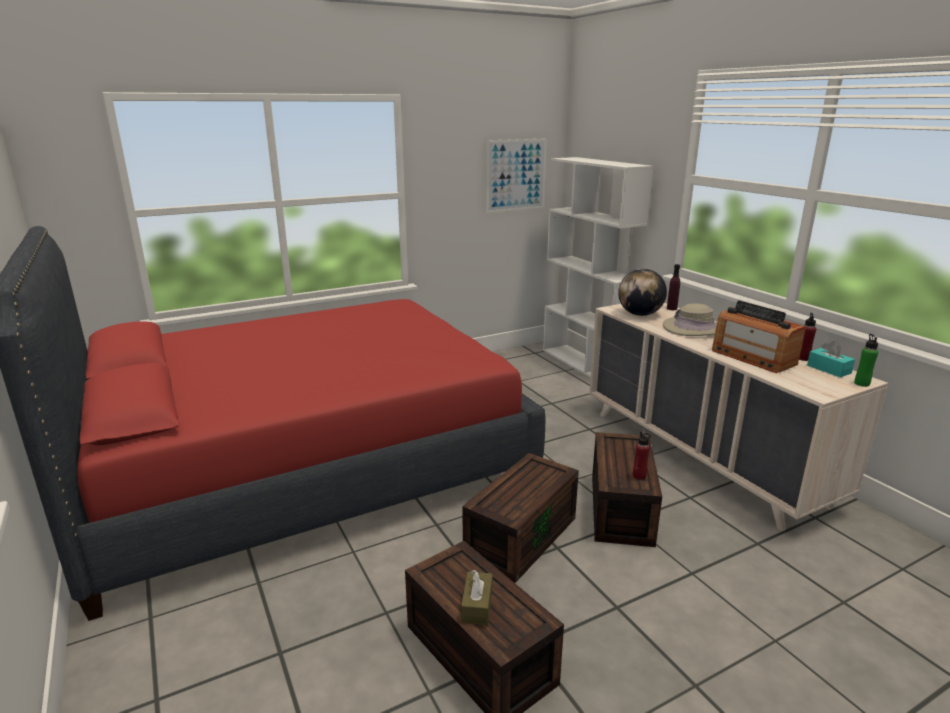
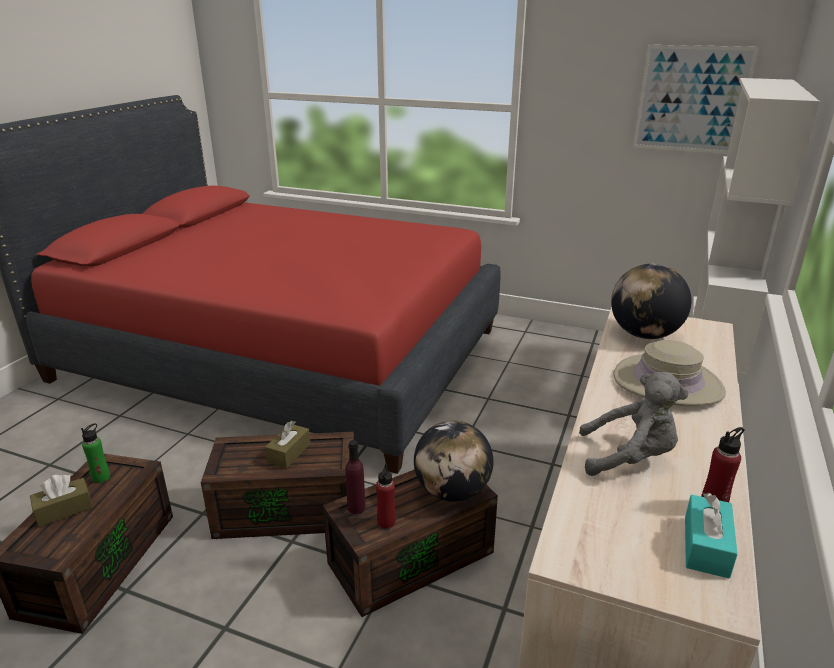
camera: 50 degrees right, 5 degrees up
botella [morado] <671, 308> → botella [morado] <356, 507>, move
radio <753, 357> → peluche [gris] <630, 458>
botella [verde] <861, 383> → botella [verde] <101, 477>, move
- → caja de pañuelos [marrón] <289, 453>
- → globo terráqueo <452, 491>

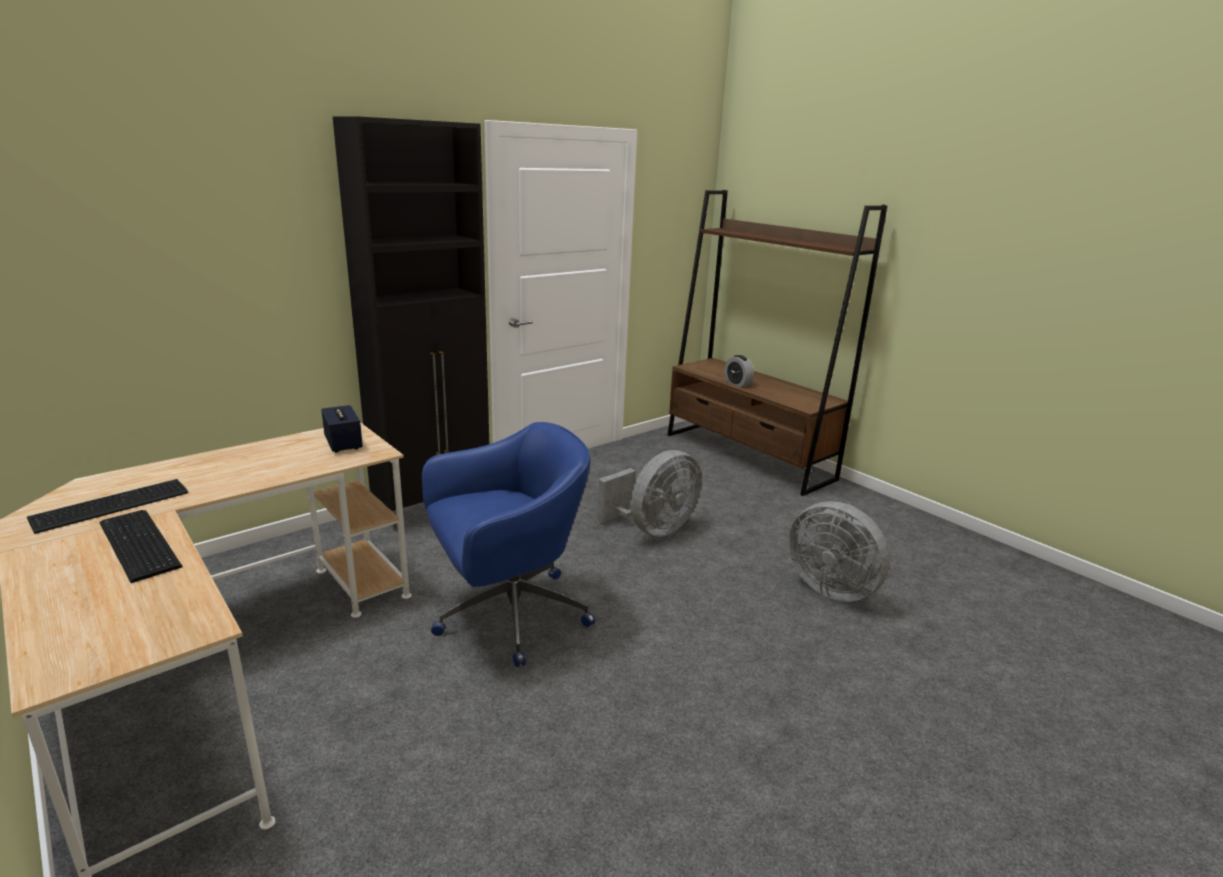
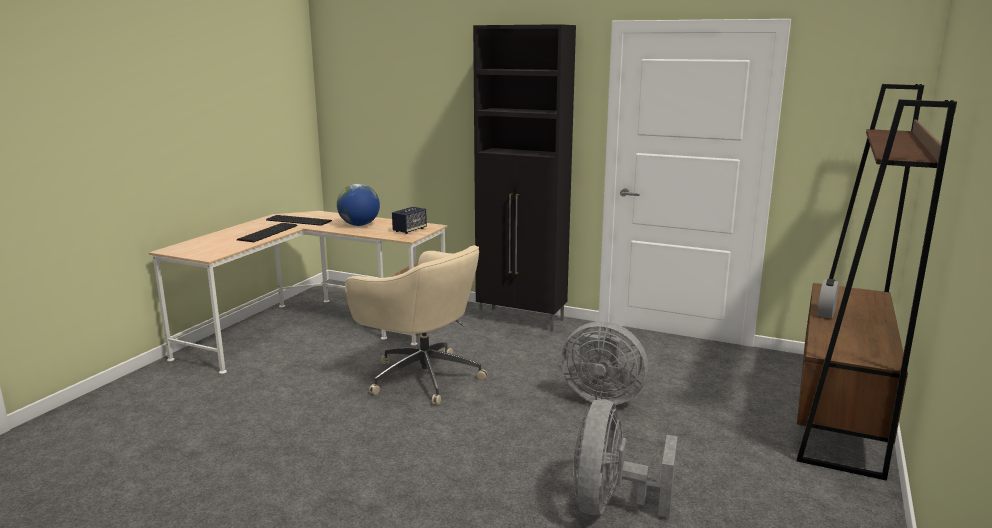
camera: 65 degrees right, 5 degrees down
silla de oficina [azul] <508, 615> → silla de oficina [beis] <422, 376>
- → globo terráqueo <359, 225>

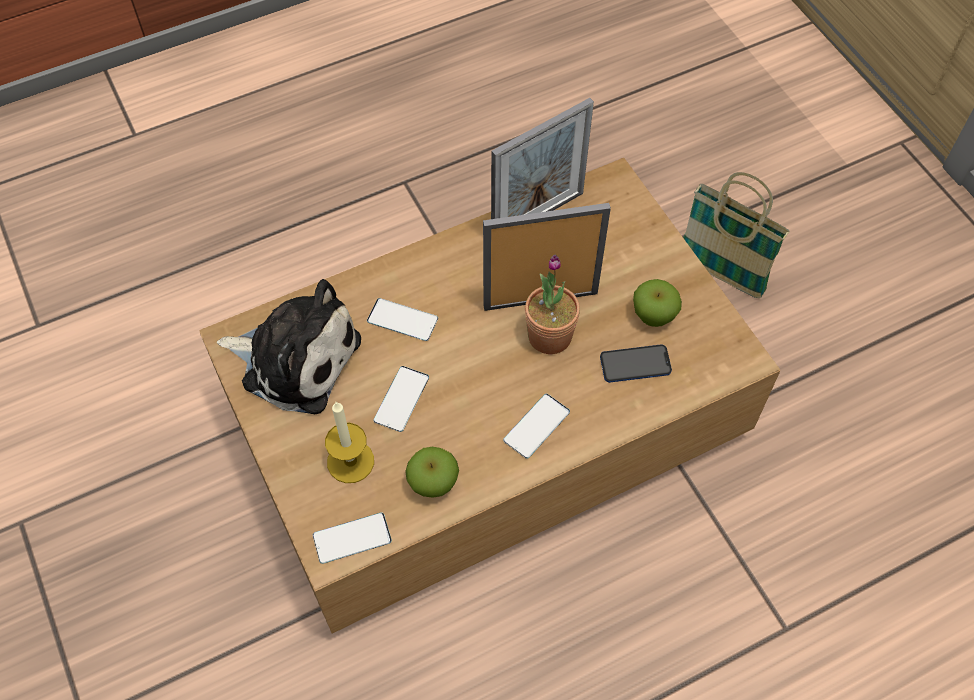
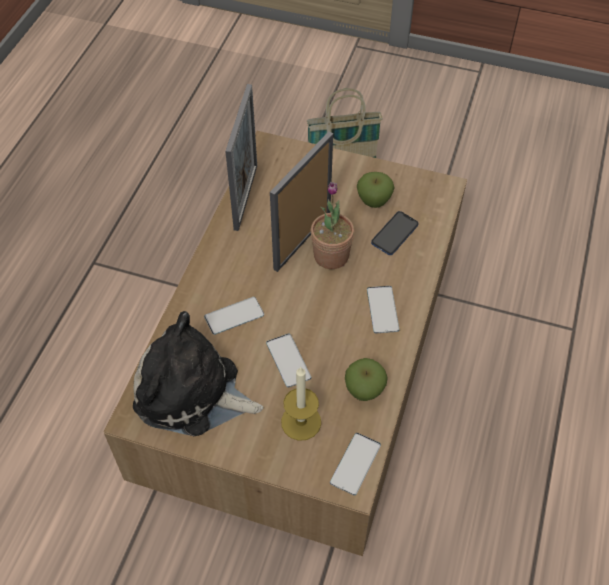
camera: 45 degrees left, 5 degrees down
peluche <295, 358> → peluche <192, 393>, 135 degrees counterclockwise

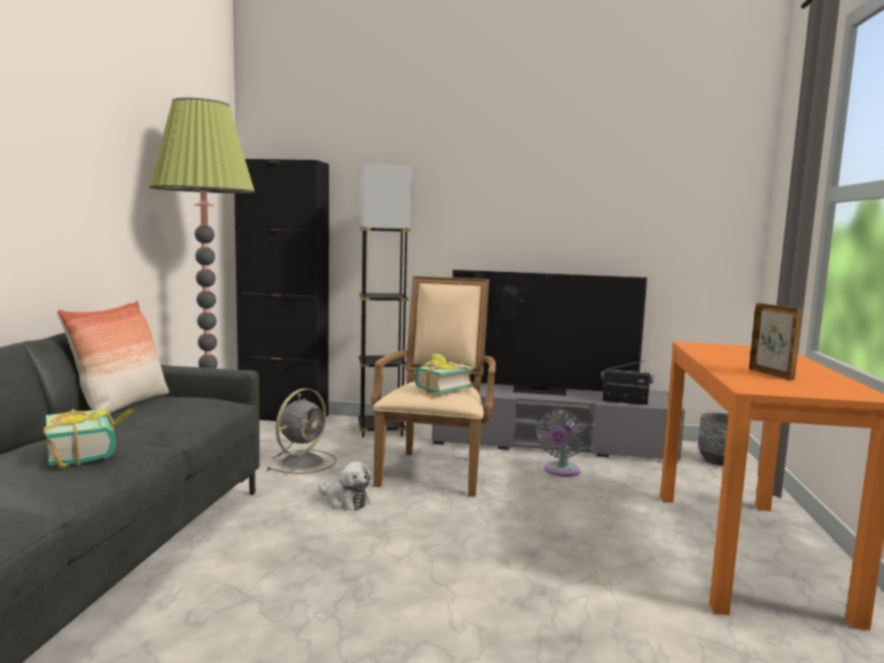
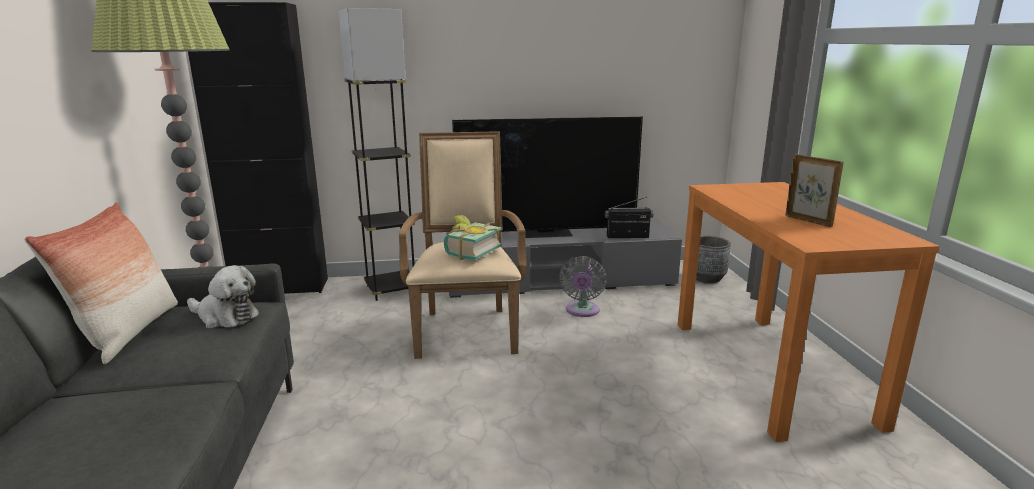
camera: 15 degrees left, 10 degrees up
ventilador [gris] <303, 462> → -
libro <91, 453> → -
peluche <345, 501> → peluche <225, 316>, move

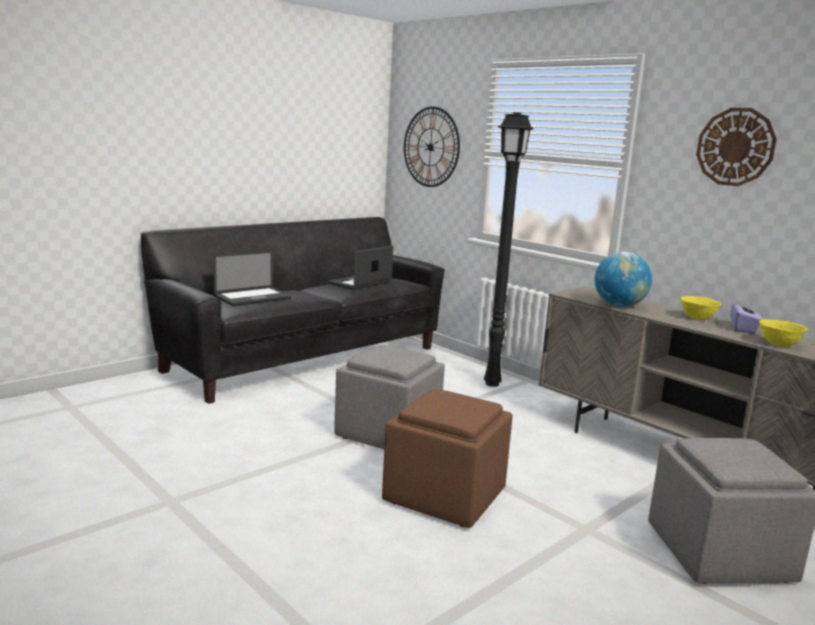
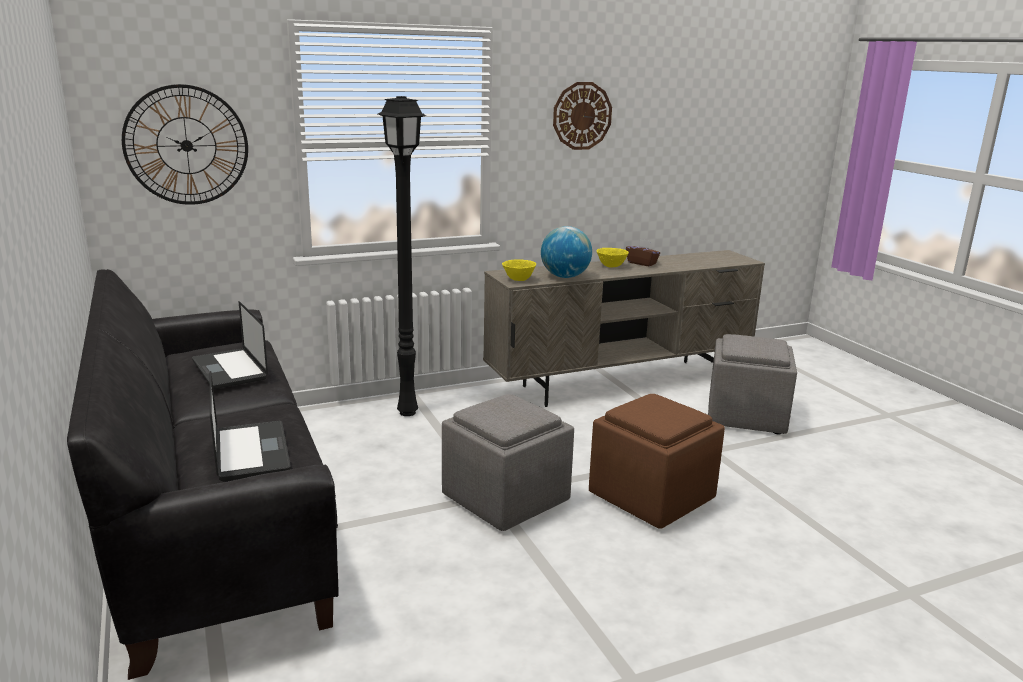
camera: 70 degrees left, 5 degrees up
caja de pañuelos [morado] <743, 329> → caja de pañuelos [marrón] <642, 263>
cuenco [amarillo] <778, 345> → cuenco [amarillo] <518, 280>, move

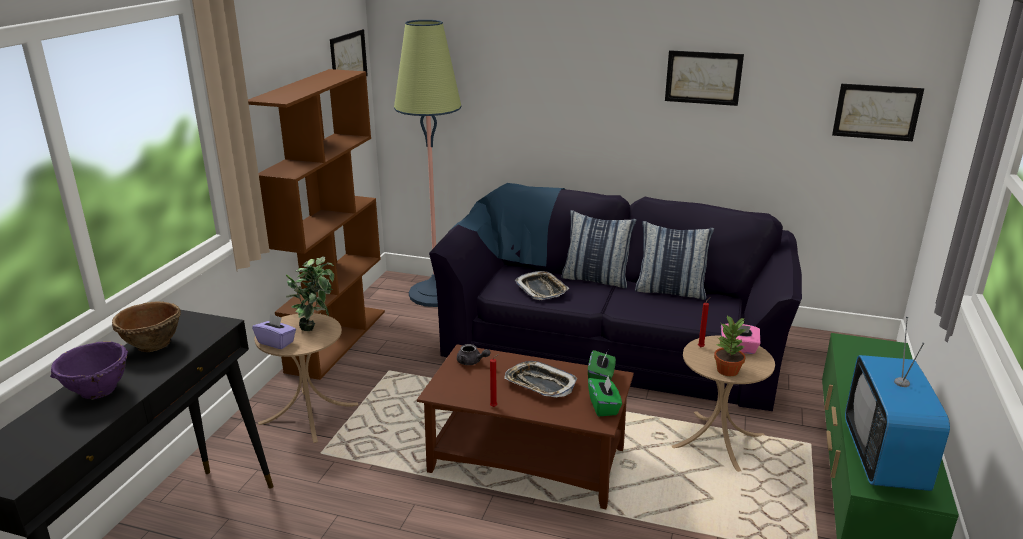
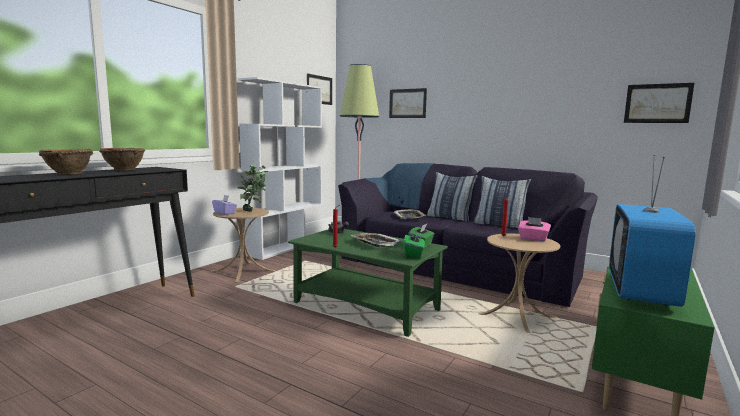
camera: 15 degrees right, 15 degrees down
cuadro <703, 77> → cuadro <407, 103>, move
estantería [marrón] <337, 340> → estantería [blanco] <285, 247>
planta en maceta <728, 371> → -
cuenco [morado] <97, 391> → cuenco [marrón] <68, 174>
mesa de centro [marrón] <529, 460> → mesa de centro [verde] <367, 307>

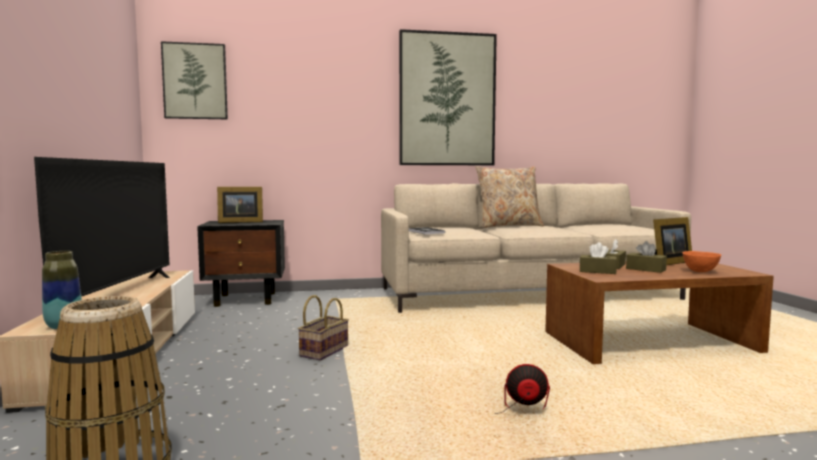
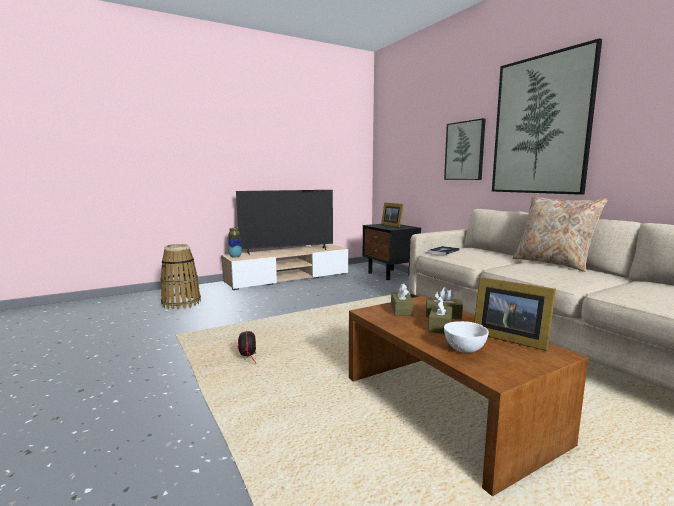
camera: 70 degrees right, 5 degrees up
cuadro <195, 81> → cuadro <464, 151>, move
cuenco [naranja] <701, 271> → cuenco [blanco] <464, 350>
cesta <324, 350> → -

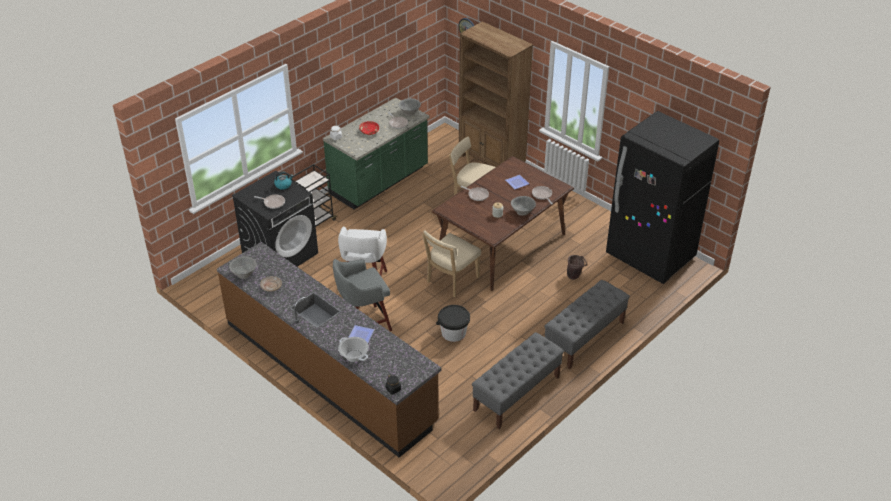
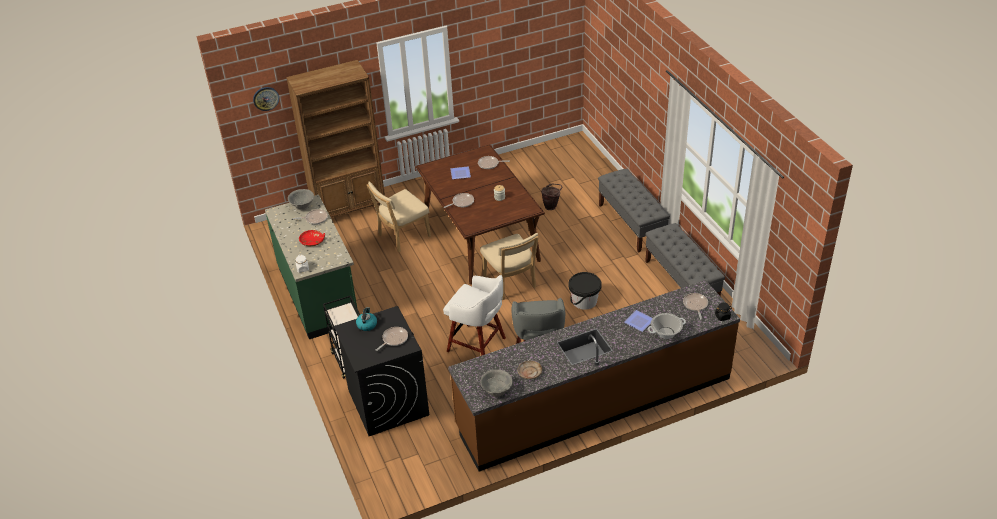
camera: 65 degrees left, 0 degrees up
nevera [negro] <650, 257> → -
cuenco [gris] <522, 212> → -
- → sartén <695, 305>

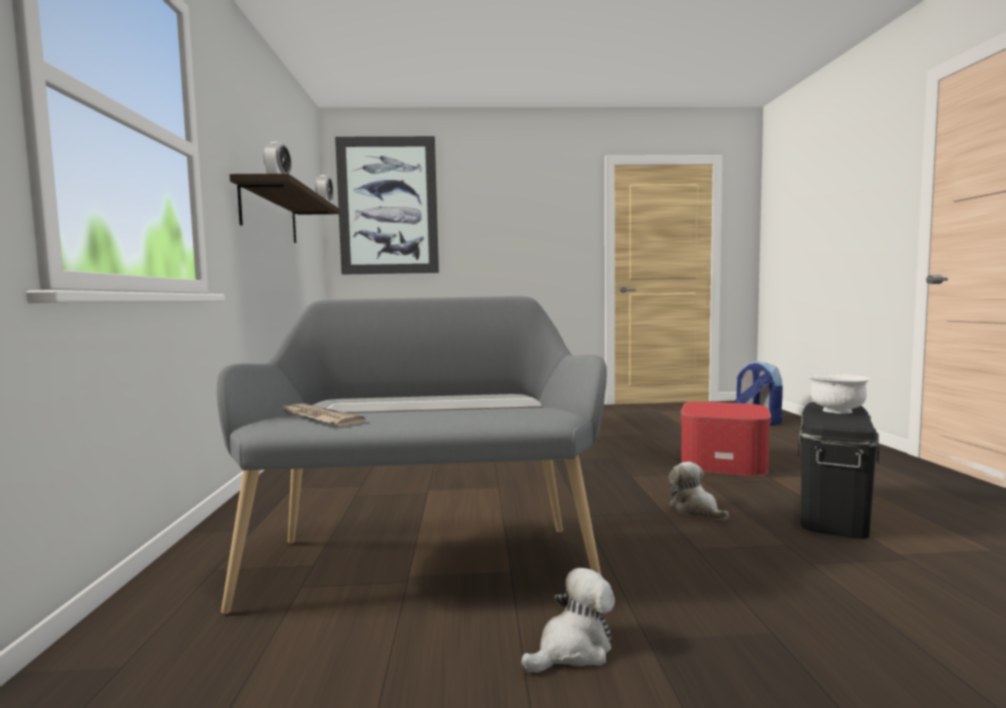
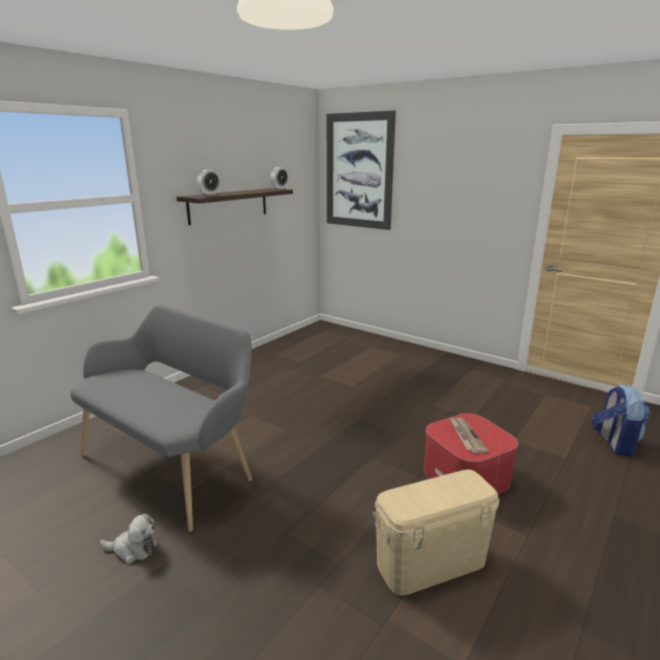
camera: 40 degrees right, 15 degrees up
cuenco [blanco] <837, 411> → -
caja de almacenaje [negro] <833, 512> → caja de almacenaje [beis] <431, 563>
periódico <318, 418> → periódico <466, 436>, move
peluche <696, 510> → -

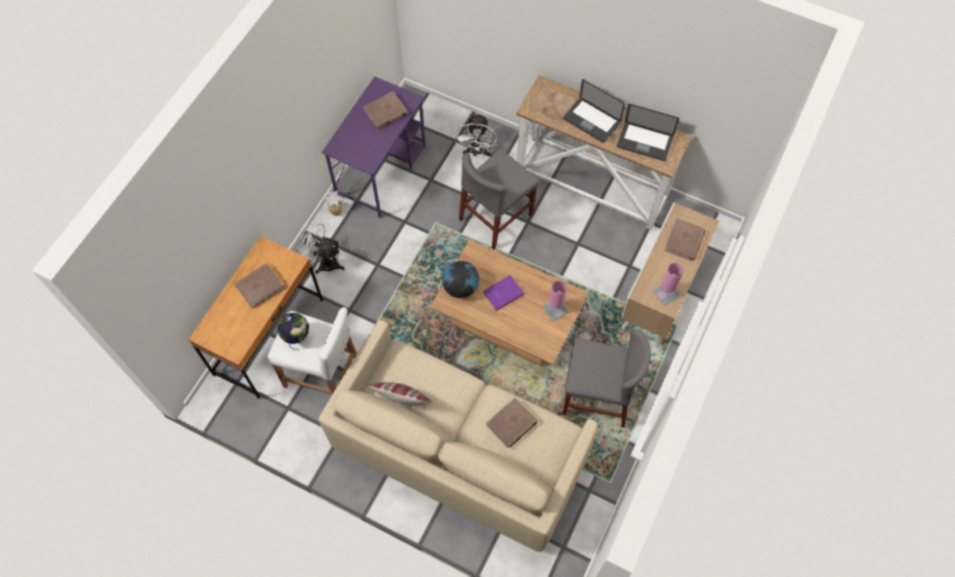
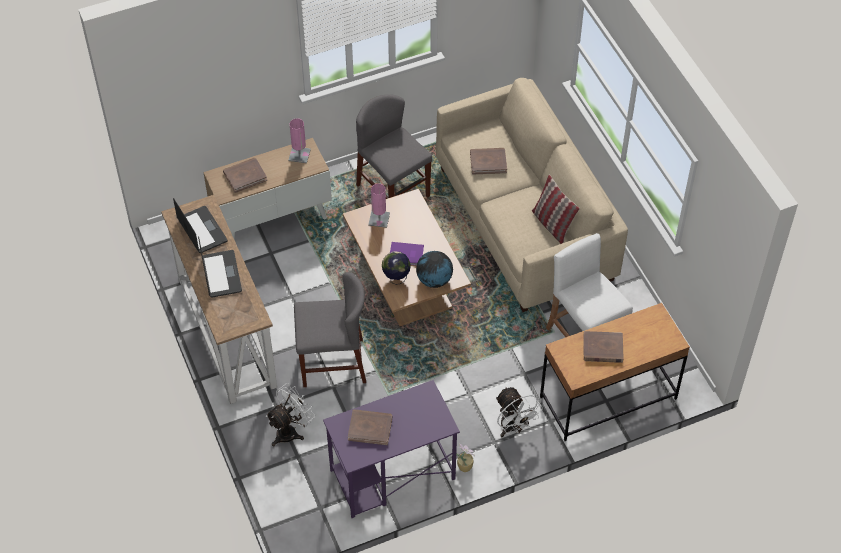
camera: 140 degrees left, 10 degrees down
globo terráqueo <297, 337> → globo terráqueo <396, 279>, move

